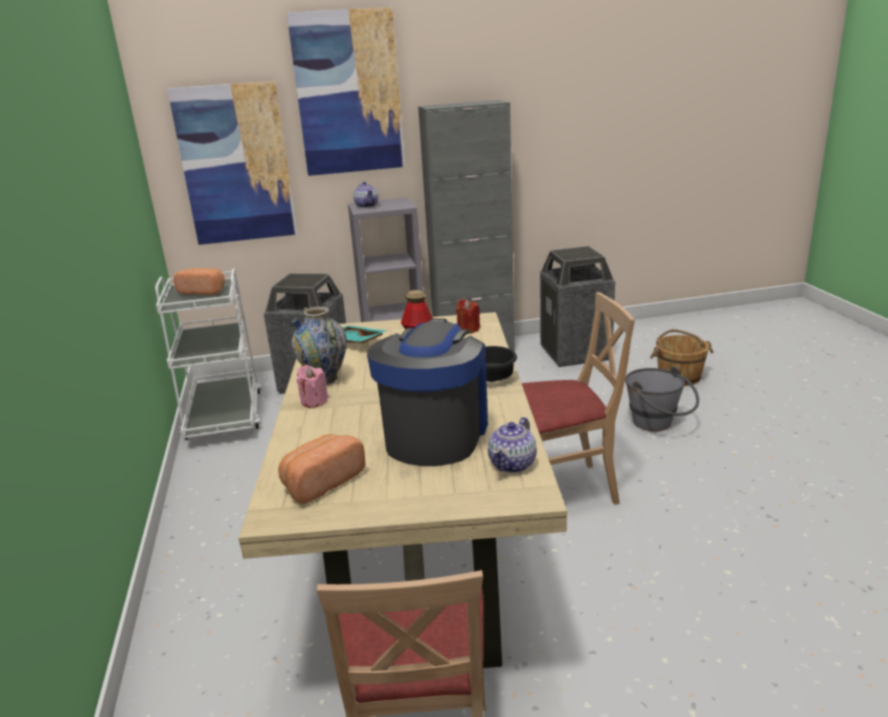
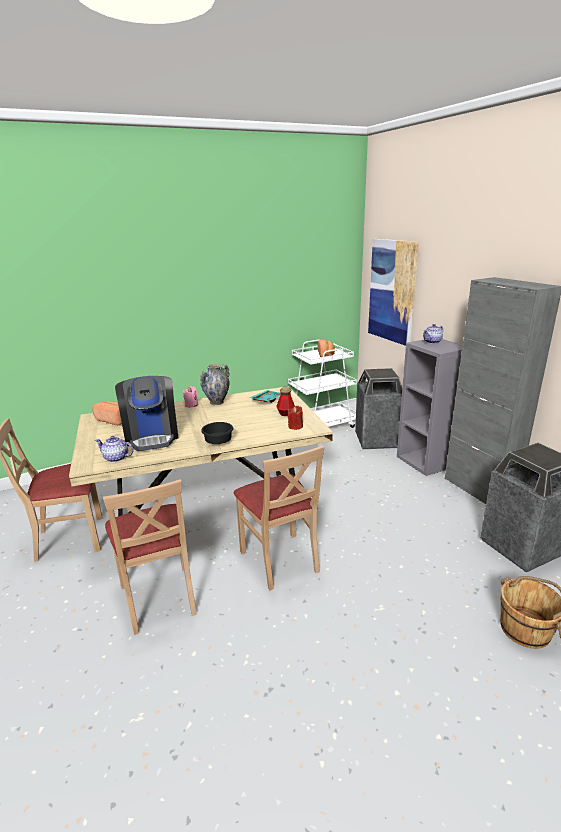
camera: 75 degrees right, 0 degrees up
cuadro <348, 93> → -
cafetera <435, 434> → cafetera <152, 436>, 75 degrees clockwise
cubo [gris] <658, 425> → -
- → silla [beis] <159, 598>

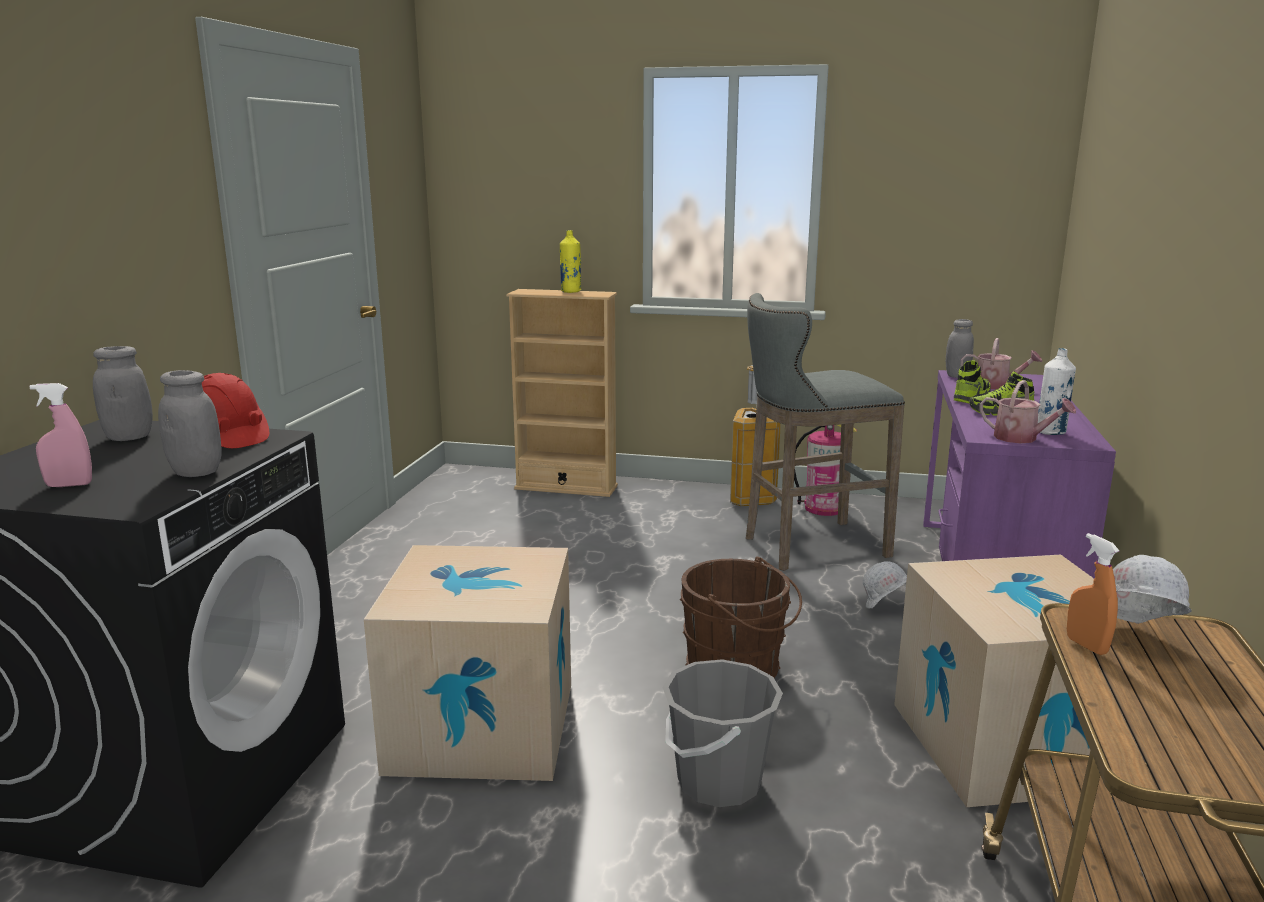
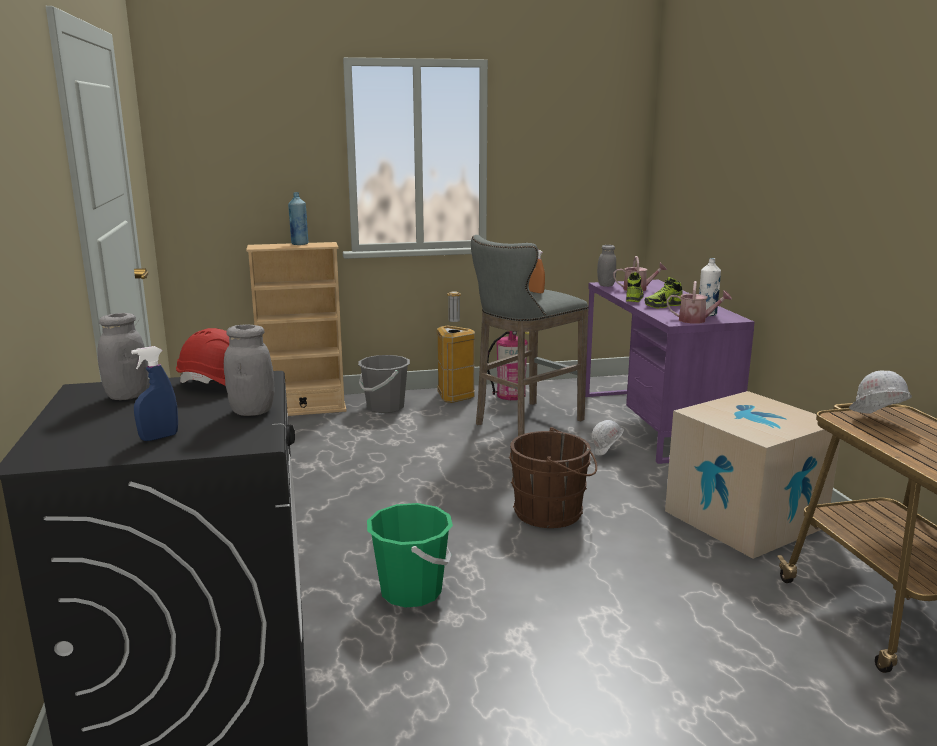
camera: 25 degrees left, 0 degrees up
botella [amarillo] <571, 291> → botella [azul] <299, 244>
pulverizador [rosa] <69, 485> → pulverizador [azul] <159, 437>
pulverizador [naranja] <1086, 646> → pulverizador [naranja] <536, 292>, move
caja de cartón <482, 727> → cubo [verde] <411, 591>
cubo [gris] <718, 782> → cubo [gris] <385, 407>, move

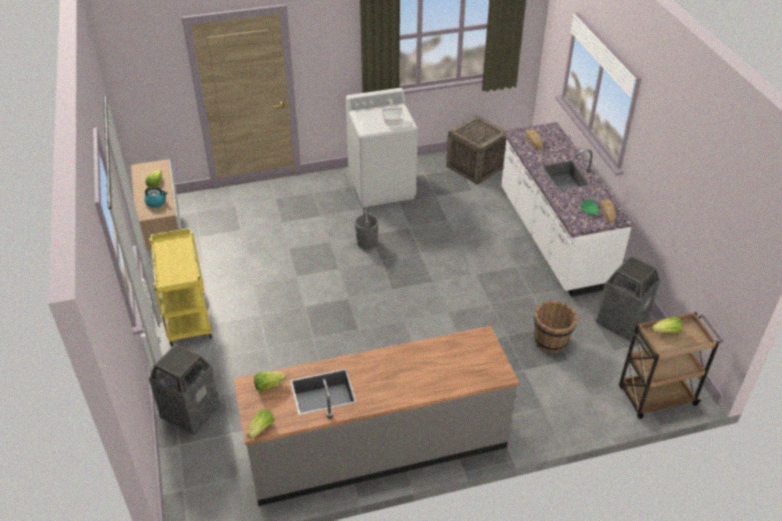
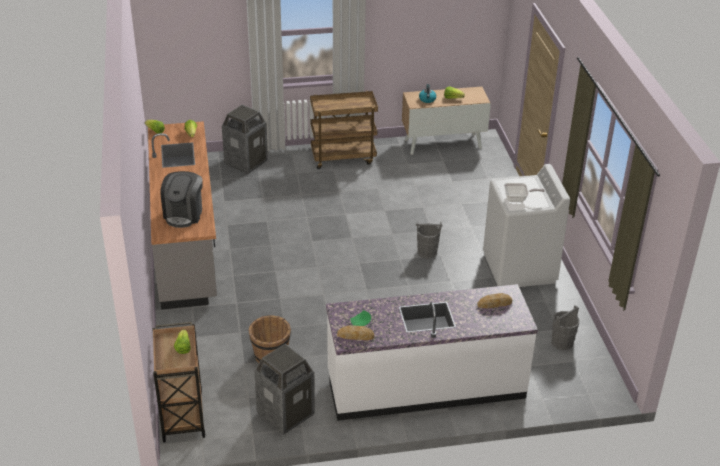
camera: 95 degrees right, 5 degrees down
caja de embalaje <475, 166> → cubo [gris] <562, 342>
carrito [amarillo] <186, 317> → carrito [marrón] <343, 157>
- → cafetera <184, 214>

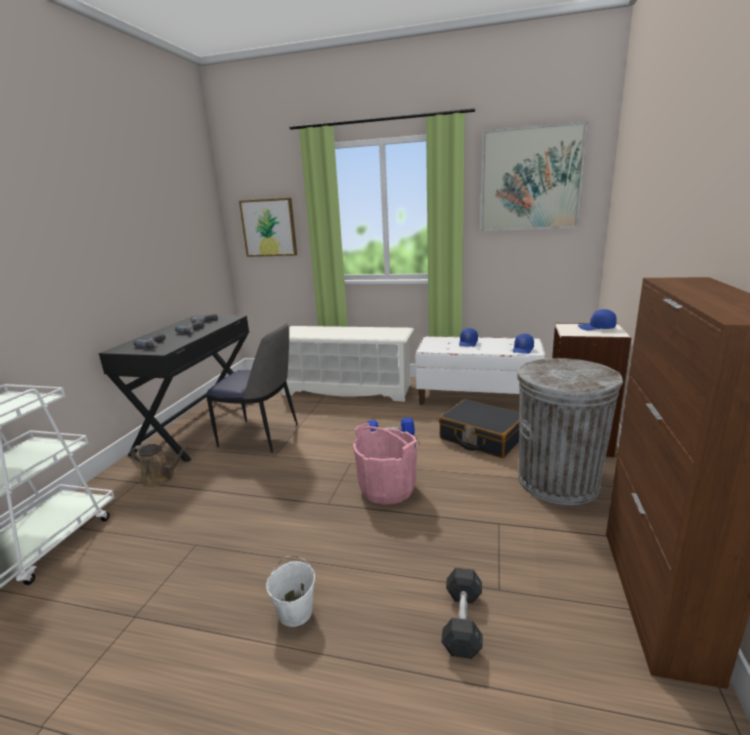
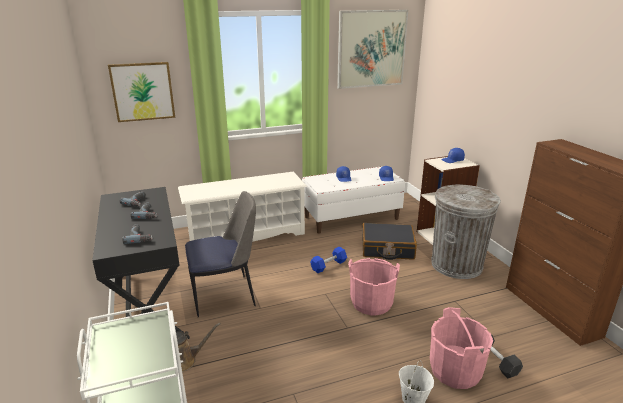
camera: 35 degrees left, 5 degrees up
- → cubo [rosa] <455, 370>

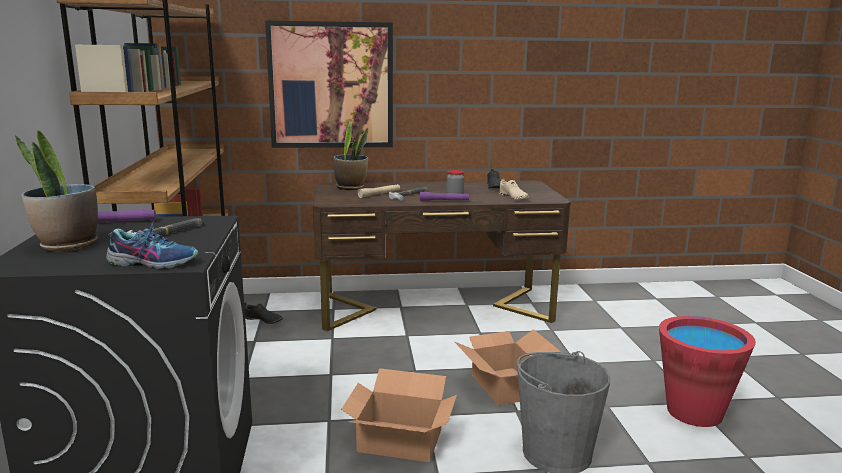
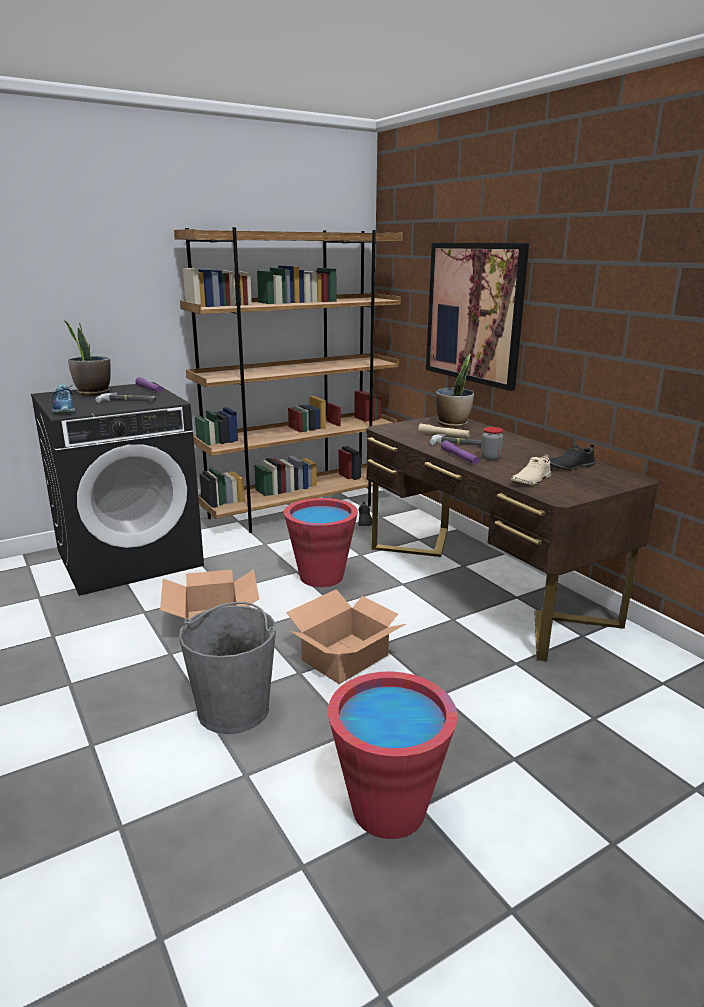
camera: 65 degrees right, 5 degrees up
- → cubo [rojo] <321, 577>

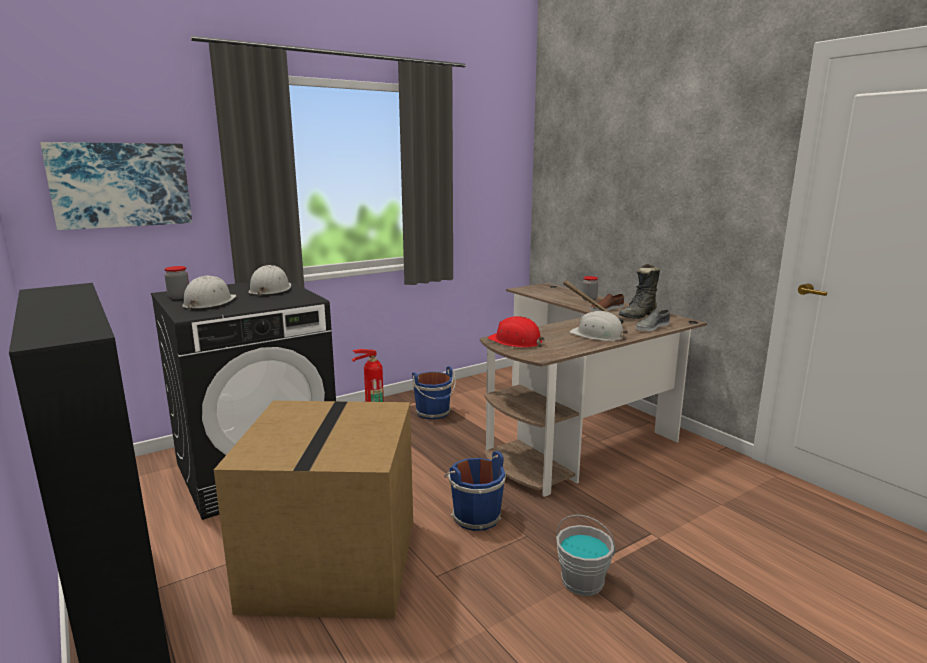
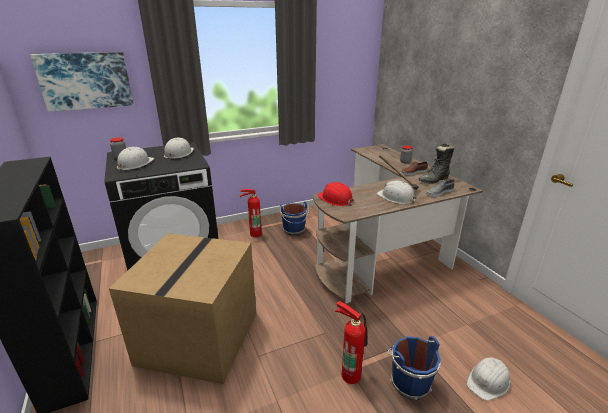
camera: 10 degrees right, 10 degrees up
cubo [azul] <474, 516> → cubo [azul] <408, 382>, move
cubo [gris] <582, 581> → extintor <350, 373>
- → casco [blanco] <488, 381>

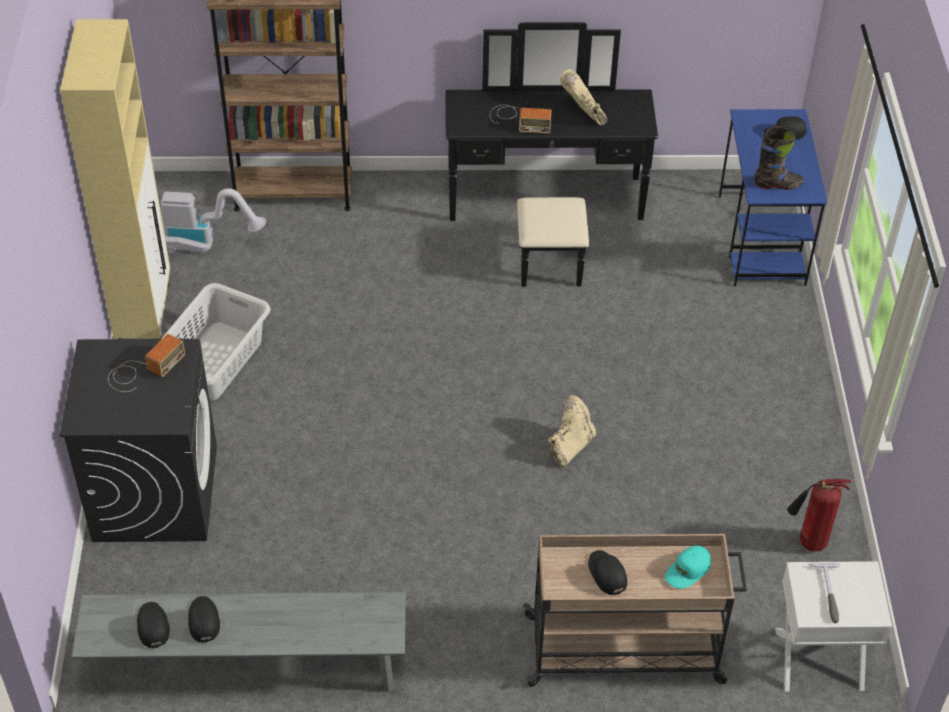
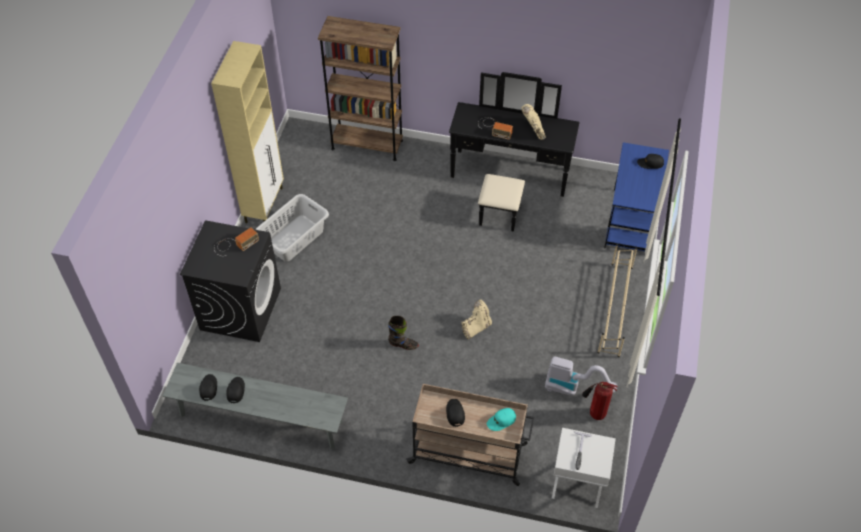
camera: 15 degrees right, 5 degrees up
bota [negro] <778, 184> → bota [negro] <403, 345>, move
aspiradora <207, 243> → aspiradora <573, 388>, move
- → zapatero [beis] <615, 309>

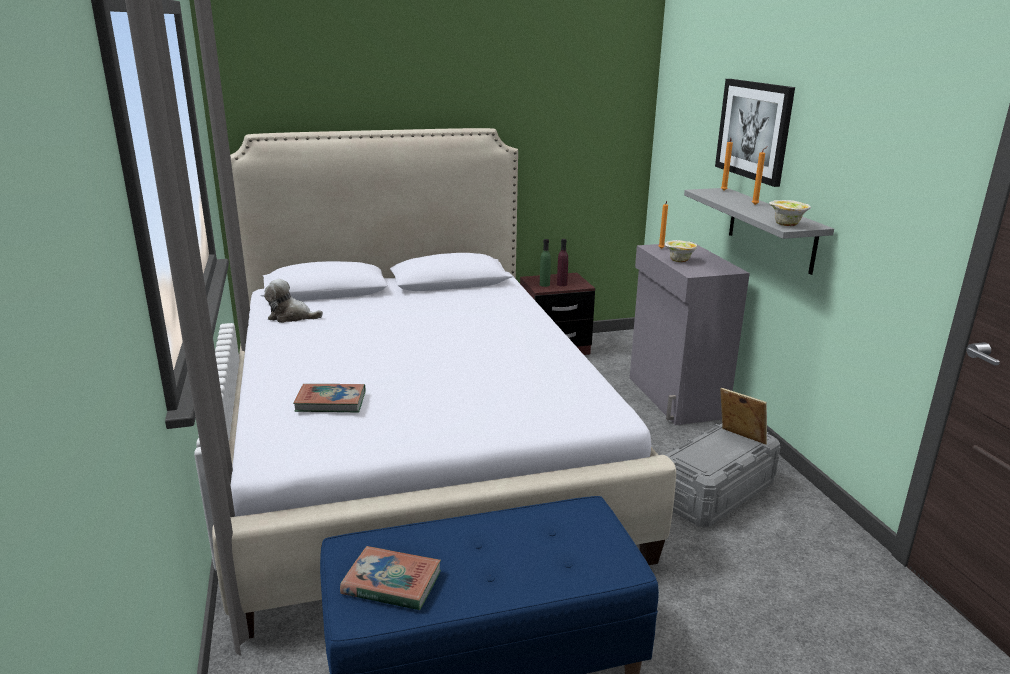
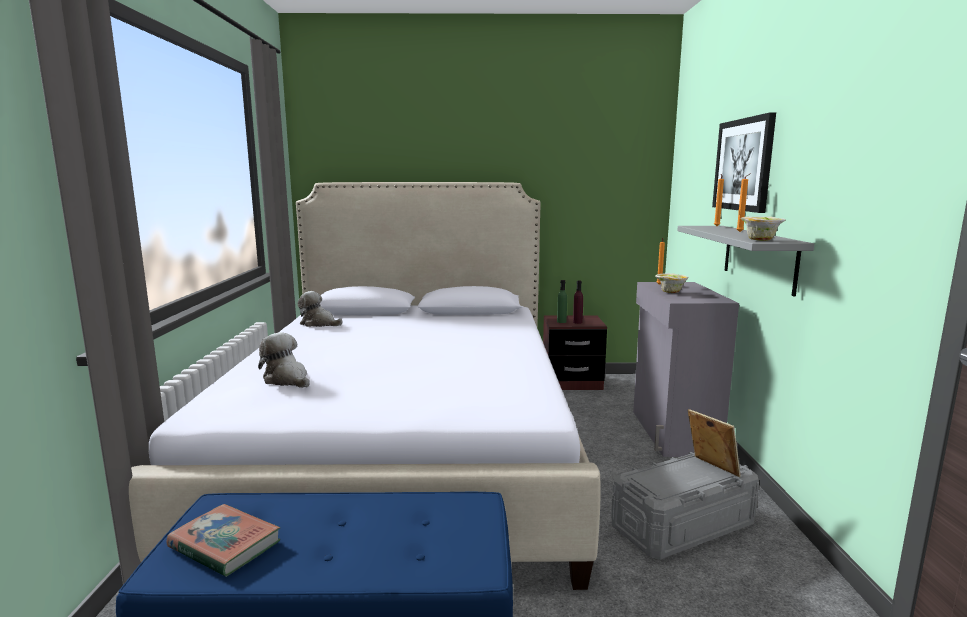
camera: 15 degrees right, 10 degrees down
libro <331, 402> → peluche <287, 380>

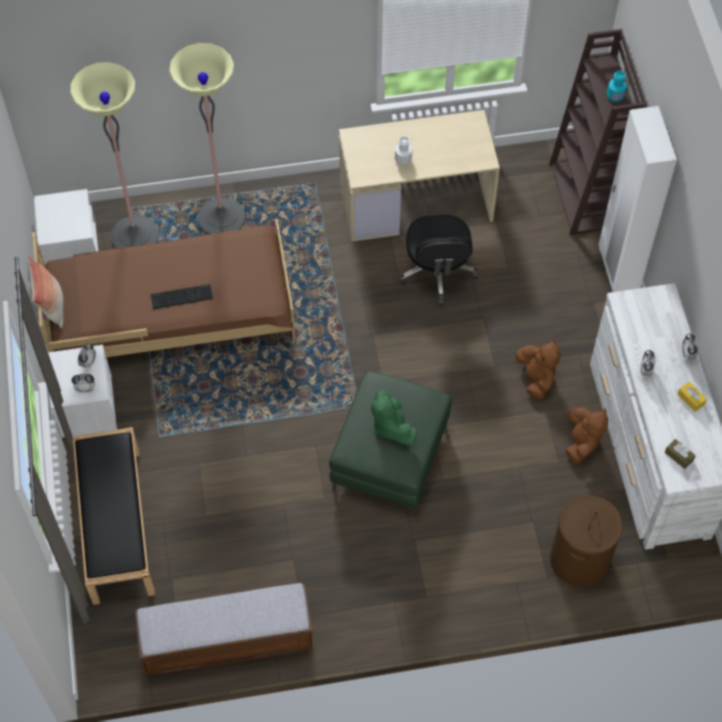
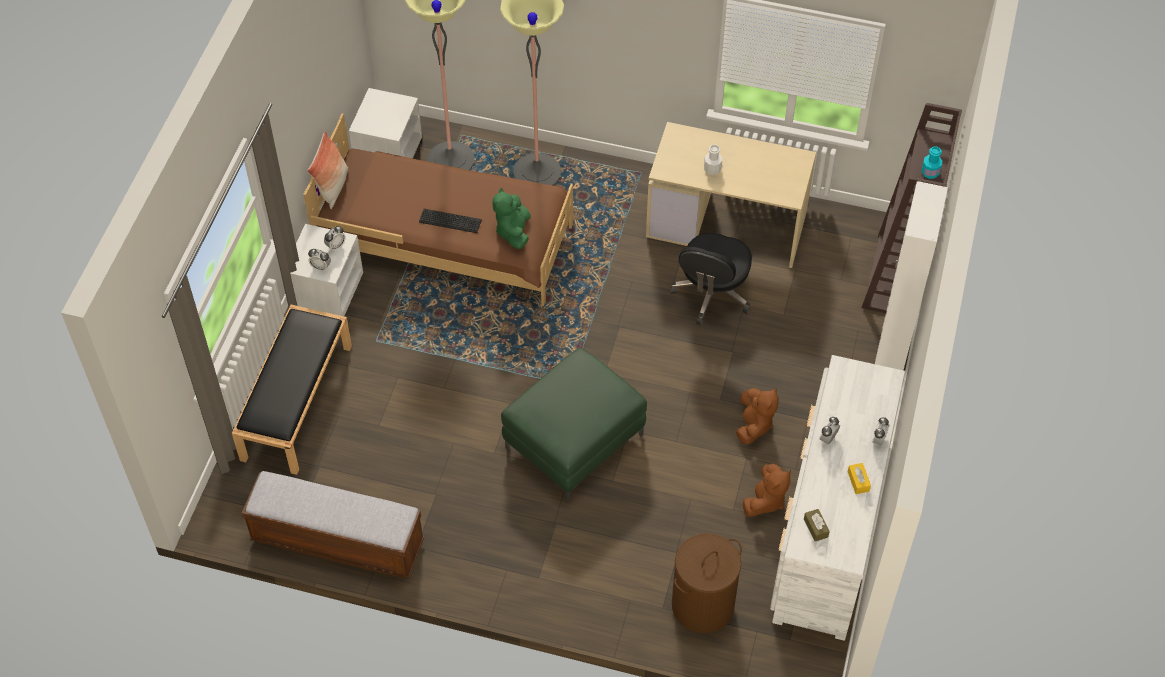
camera: 25 degrees right, 5 degrees down
peluche [verde] <391, 426> → peluche [verde] <513, 231>, move

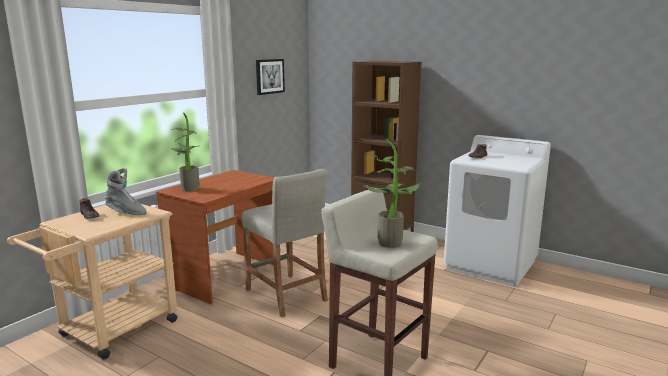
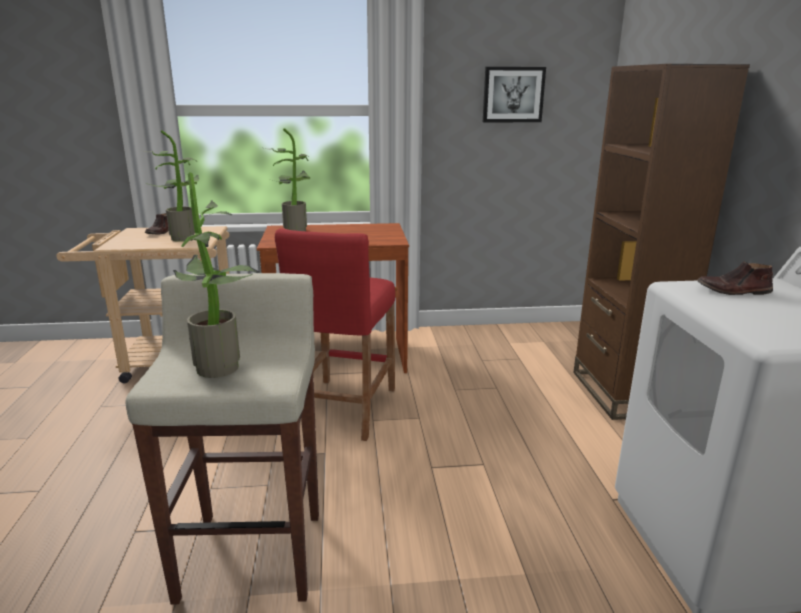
camera: 50 degrees right, 5 degrees up
bota [gris] <126, 213> → planta en maceta <183, 237>
taburete [beis] <286, 295> → taburete [rojo] <344, 408>

